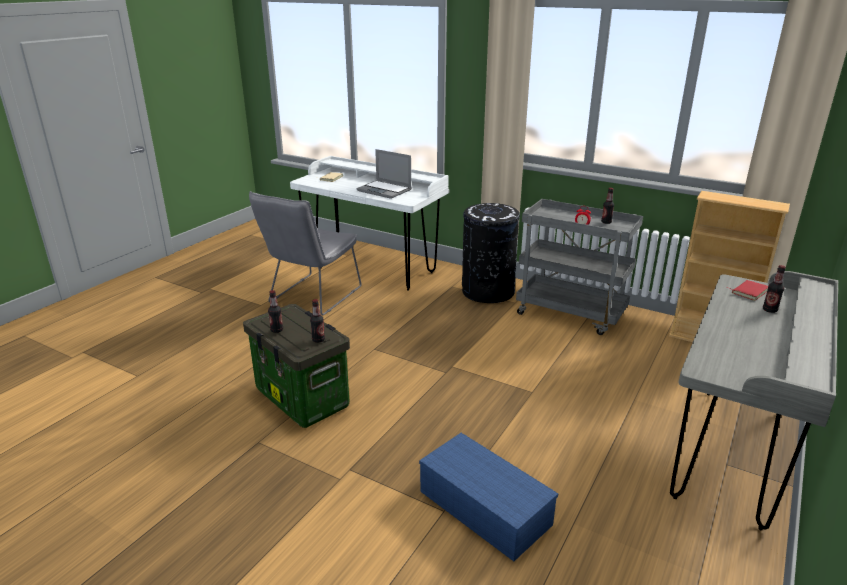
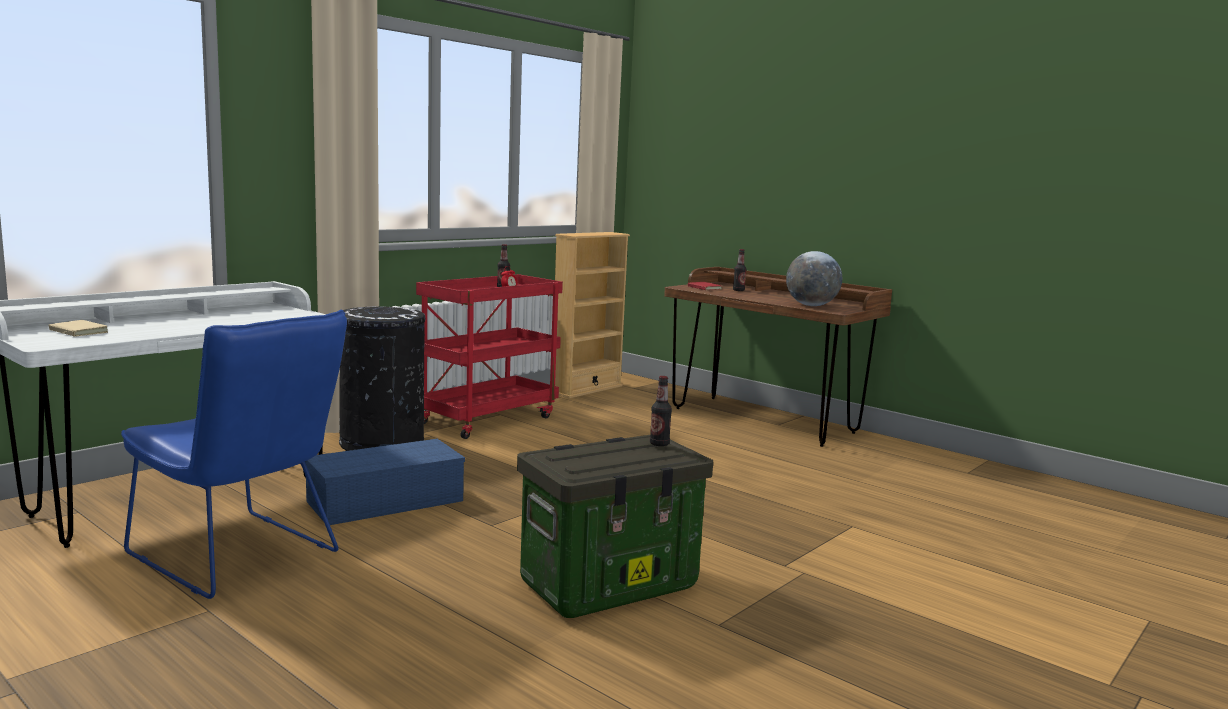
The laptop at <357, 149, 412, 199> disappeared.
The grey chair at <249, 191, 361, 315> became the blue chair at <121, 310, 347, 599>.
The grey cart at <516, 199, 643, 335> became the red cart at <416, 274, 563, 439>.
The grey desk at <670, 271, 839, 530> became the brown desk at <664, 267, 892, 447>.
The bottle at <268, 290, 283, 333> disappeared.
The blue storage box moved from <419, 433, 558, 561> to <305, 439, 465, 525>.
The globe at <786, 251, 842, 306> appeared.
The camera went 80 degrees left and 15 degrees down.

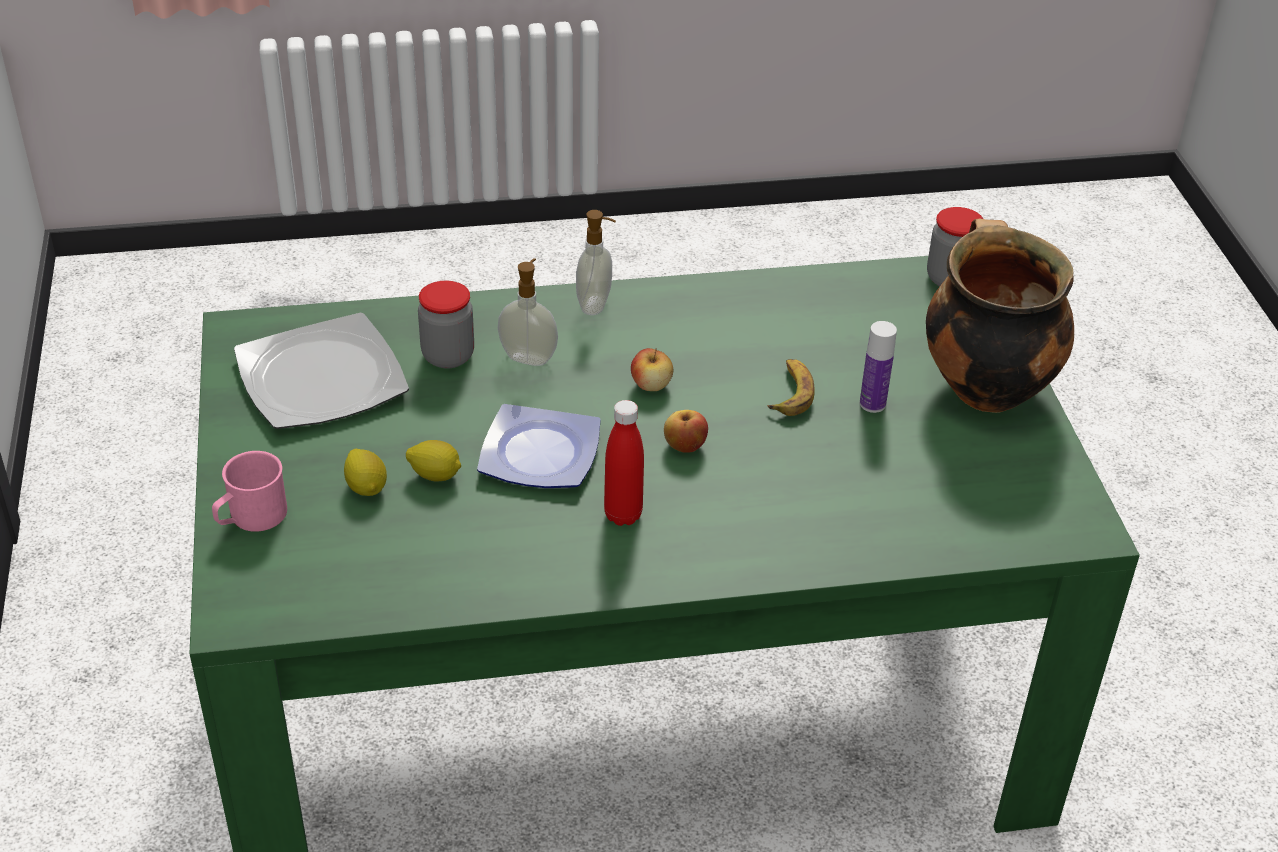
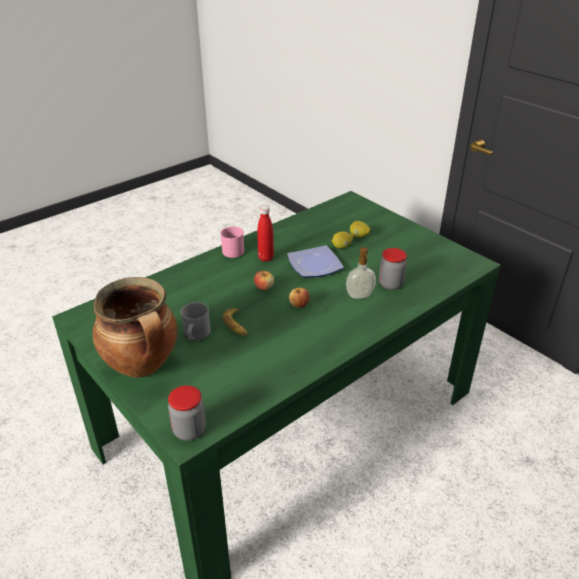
The soap dispenser at <576, 210, 616, 315> disappeared.
The plate at <234, 313, 409, 429> disappeared.
The bottle at <860, 321, 897, 413> was replaced by the grey mug at <181, 302, 210, 340>.
The pink mug moved from <212, 451, 287, 532> to <220, 227, 244, 258>.
The camera went 150 degrees right and 5 degrees down.

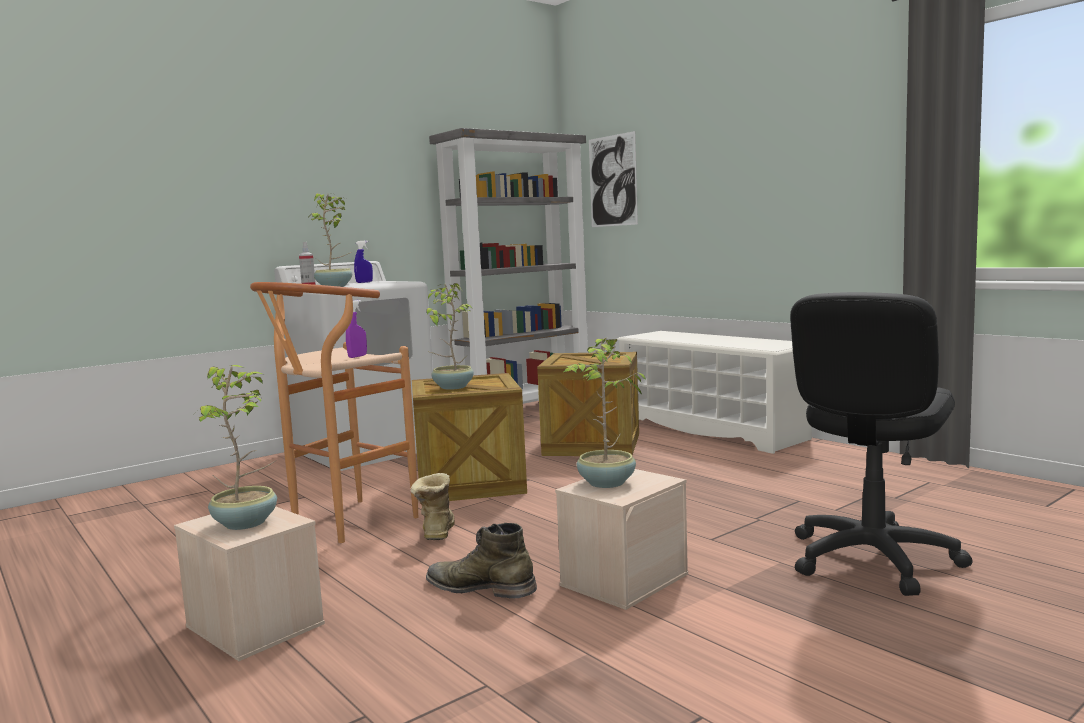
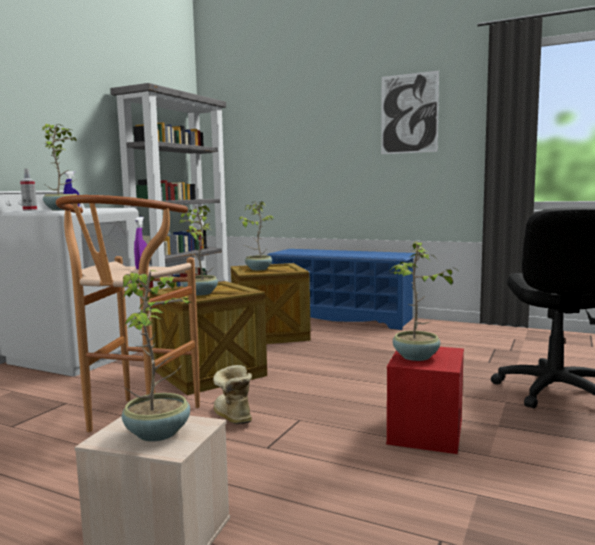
The picture moved from <589, 131, 638, 227> to <381, 71, 439, 154>.
The white shoe rack at <617, 331, 812, 454> became the blue shoe rack at <267, 249, 419, 330>.
The beige storage box at <555, 469, 688, 610> became the red storage box at <386, 347, 464, 454>.
The green boot at <426, 523, 537, 599> disappeared.
The potted plant at <239, 201, 274, 270> appeared.
The camera went 25 degrees left and 0 degrees up.

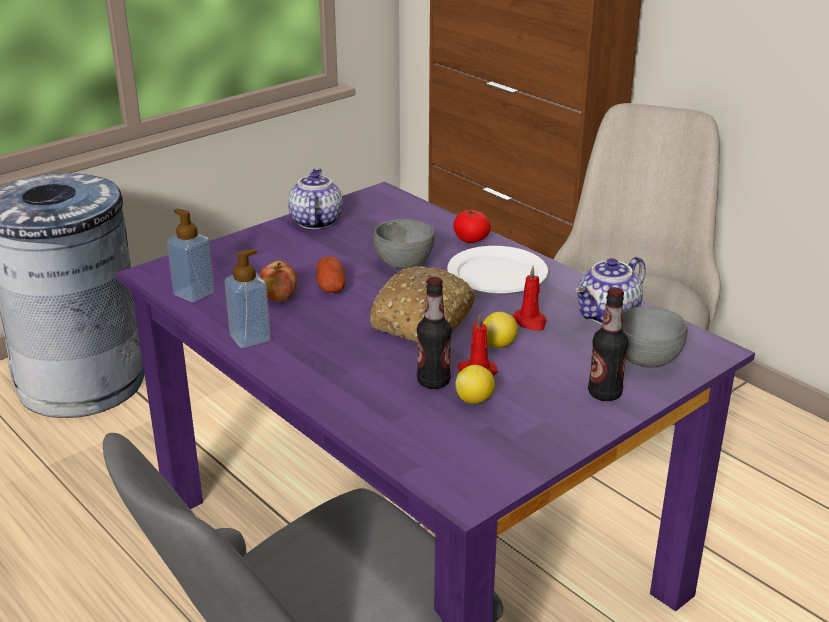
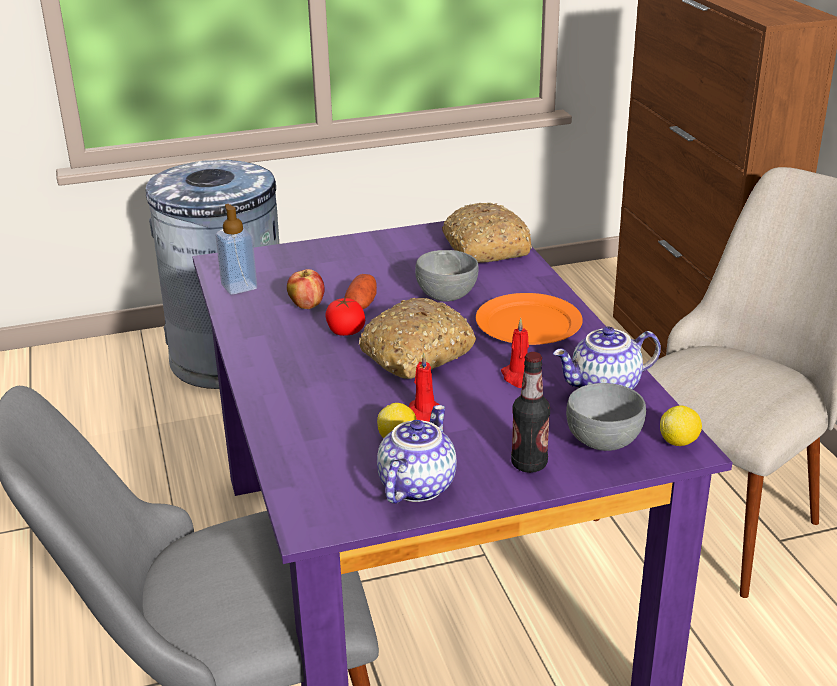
The teapot moved from <288, 168, 343, 229> to <377, 405, 457, 503>.
The tomato moved from <453, 209, 491, 243> to <325, 297, 365, 336>.
The white plate at <447, 246, 548, 293> became the orange plate at <476, 293, 583, 345>.
The soap dispenser at <224, 249, 271, 348> disappeared.
The bottle at <417, 277, 451, 389> disappeared.
The lemon moved from <483, 312, 518, 348> to <660, 405, 702, 446>.
The bread at <442, 203, 532, 263> appeared.
The camera went 25 degrees right and 0 degrees up.

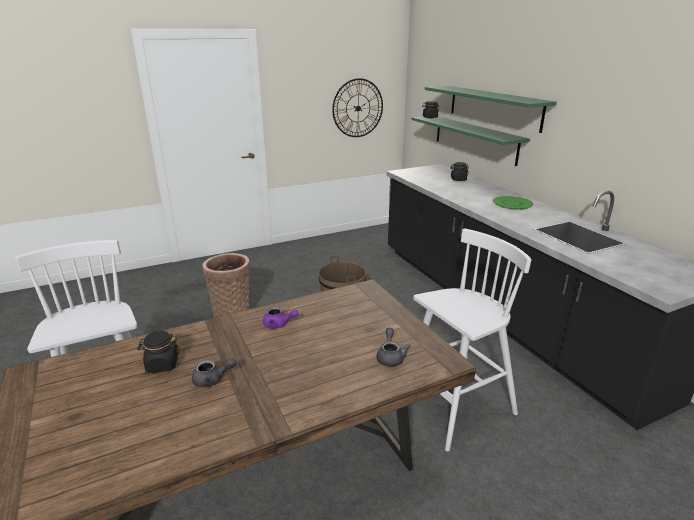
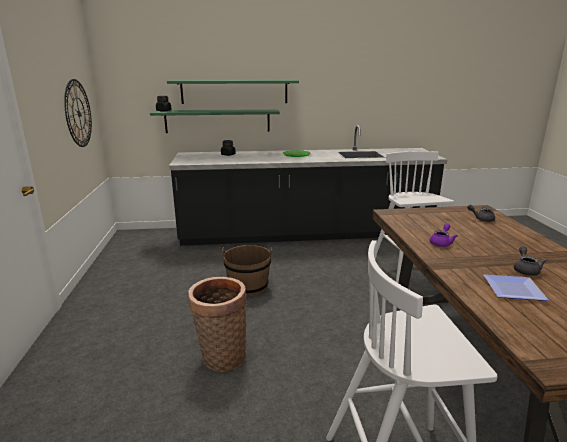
The black jar at <137, 331, 180, 373> was replaced by the plate at <484, 274, 549, 301>.
The camera went 70 degrees left and 5 degrees down.

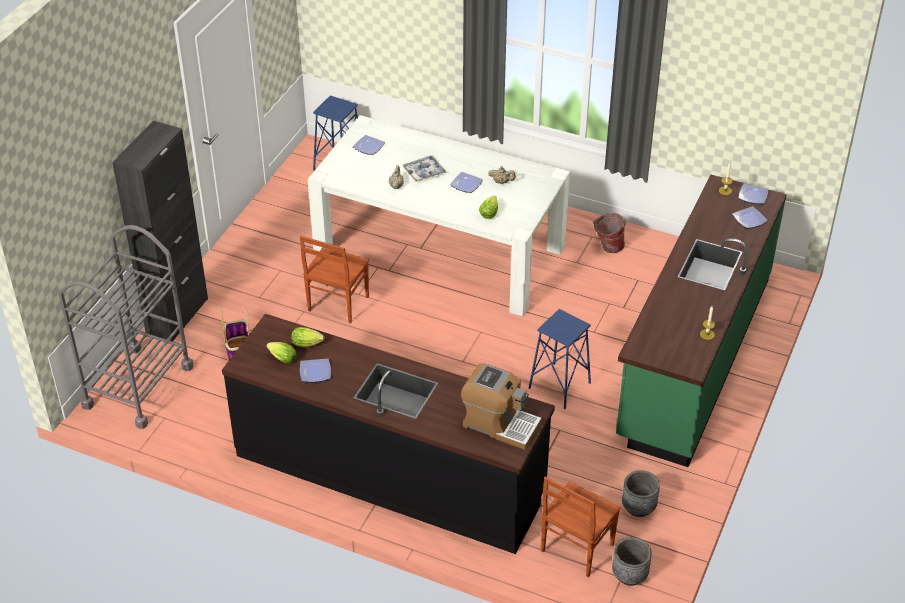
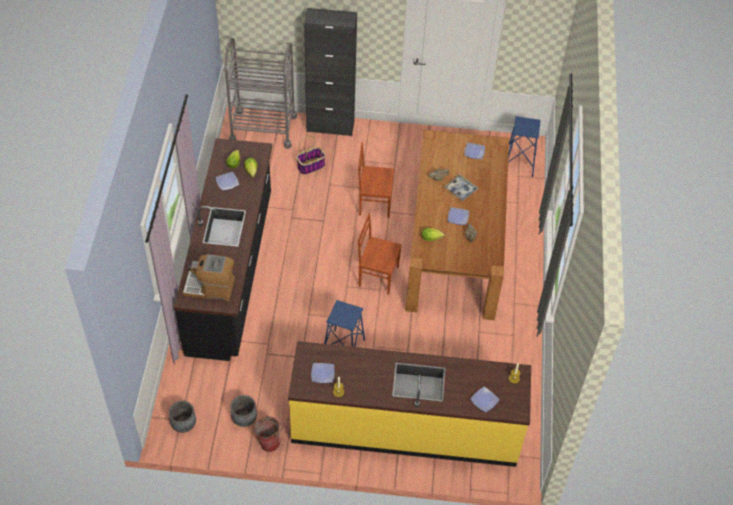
The white dining table at <308, 115, 570, 317> became the brown dining table at <406, 130, 509, 320>.
The green counter at <616, 175, 787, 467> became the yellow counter at <288, 341, 531, 467>.
The plate moved from <739, 184, 768, 204> to <311, 363, 334, 383>.
The bucket moved from <593, 213, 626, 253> to <253, 415, 282, 452>.
The coffee machine at <461, 363, 542, 450> turned 90 degrees clockwise.
The brown chair moved from <541, 477, 621, 577> to <358, 213, 402, 294>.
The camera went 70 degrees right and 10 degrees up.

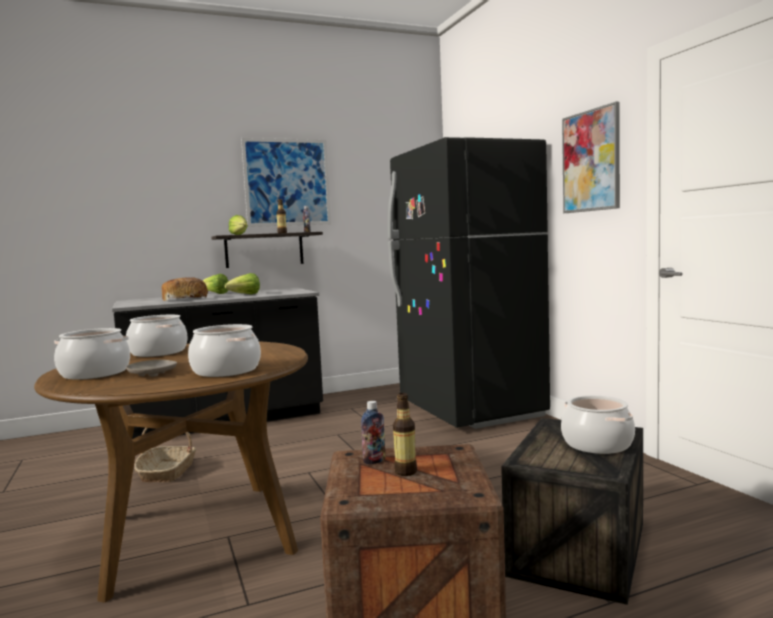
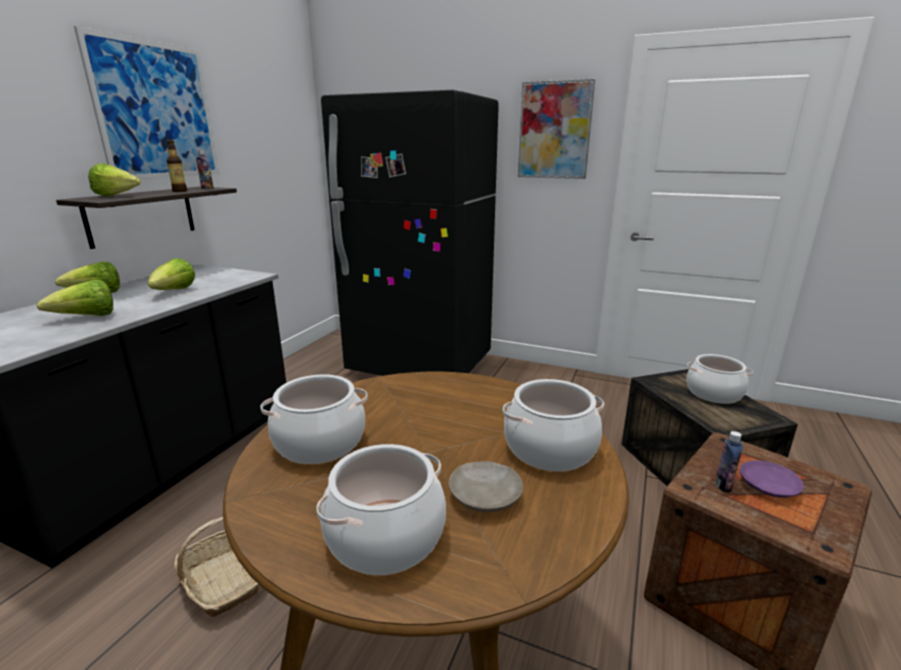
The bread at <162, 277, 208, 301> was replaced by the lettuce at <37, 280, 113, 316>.
The bottle at <393, 393, 417, 476> was replaced by the purple plate at <740, 460, 804, 498>.
The camera went 45 degrees left and 15 degrees up.

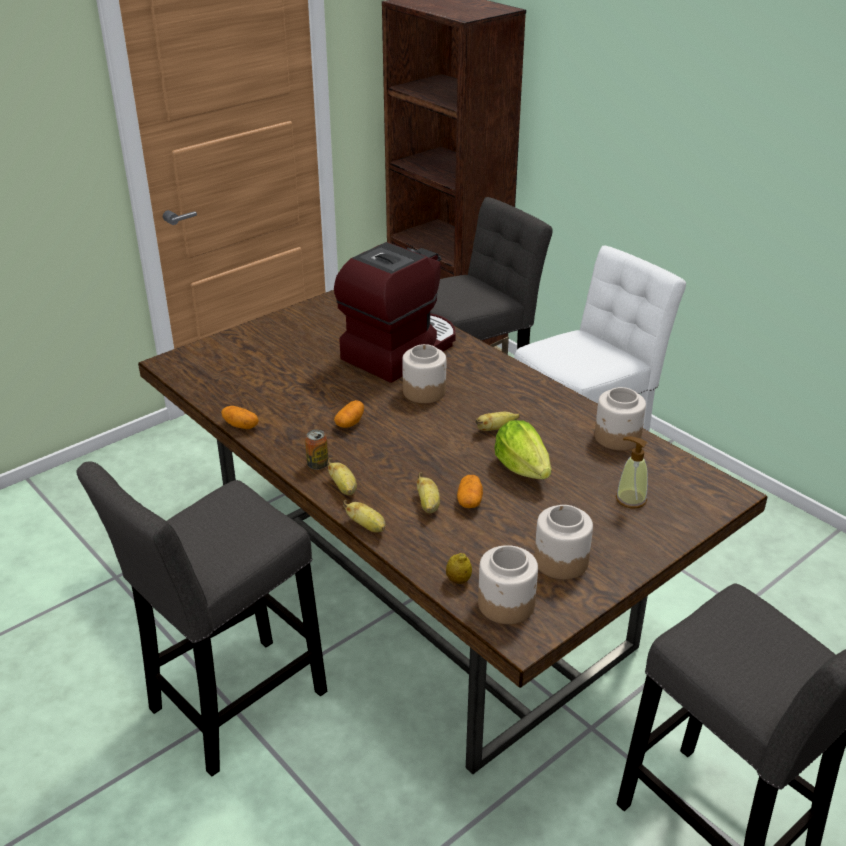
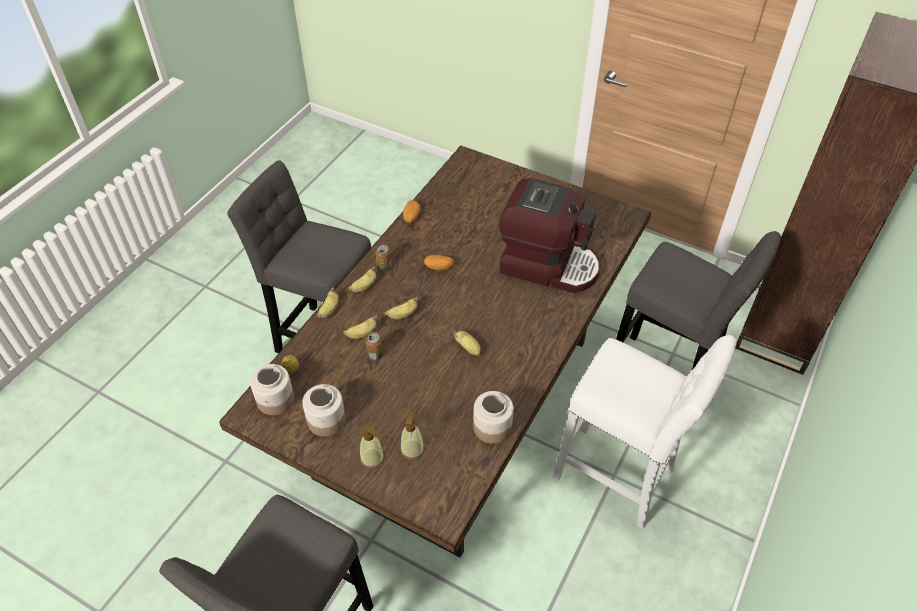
The jar at <402, 344, 446, 403> disappeared.
The lettuce at <494, 420, 551, 479> disappeared.
The potato at <457, 475, 483, 508> was replaced by the can at <365, 332, 383, 360>.
The banana at <385, 297, 418, 319> appeared.
The soap dispenser at <360, 424, 384, 469> appeared.
The camera went 70 degrees right and 15 degrees up.

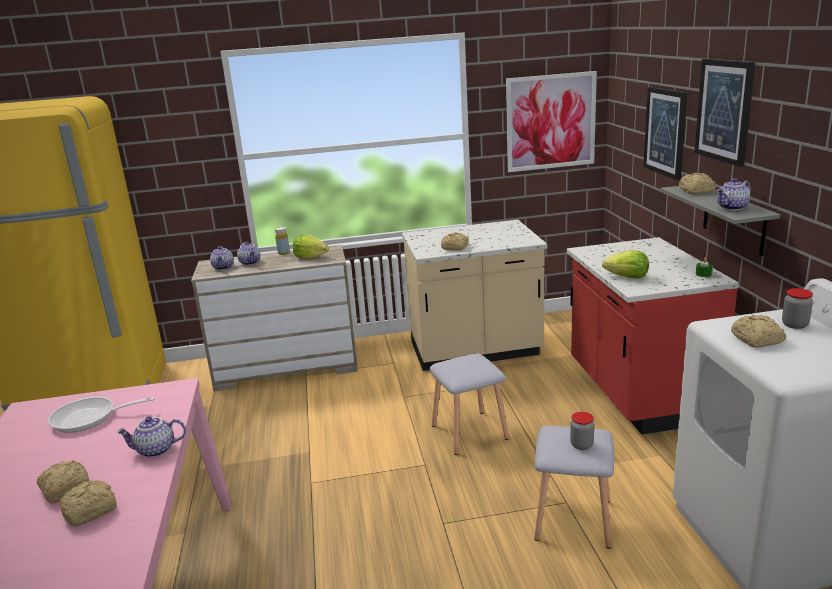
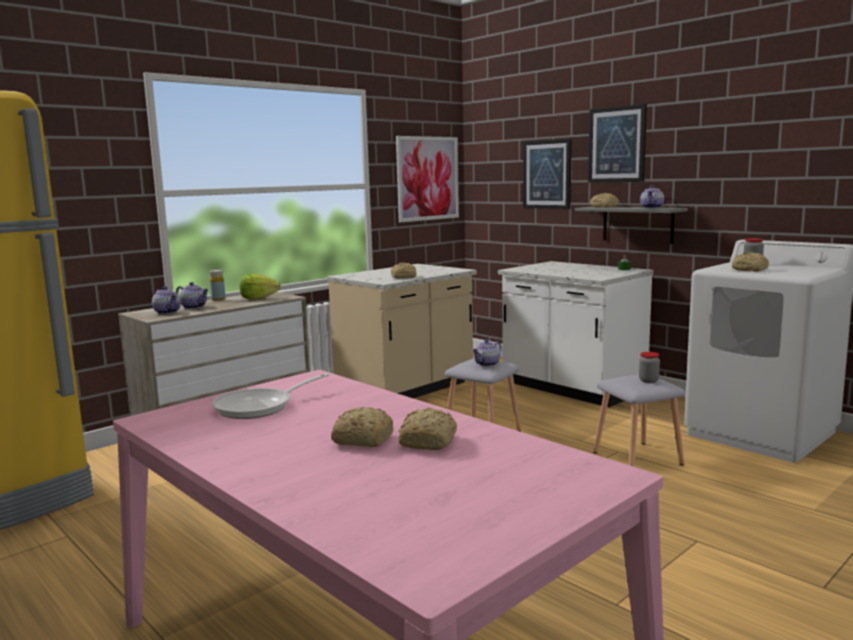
The red counter at <567, 237, 739, 435> became the white counter at <498, 261, 654, 407>.
The lettuce at <602, 250, 649, 279> disappeared.
The teapot moved from <116, 416, 186, 458> to <472, 339, 502, 367>.
The camera went 35 degrees left and 10 degrees down.

